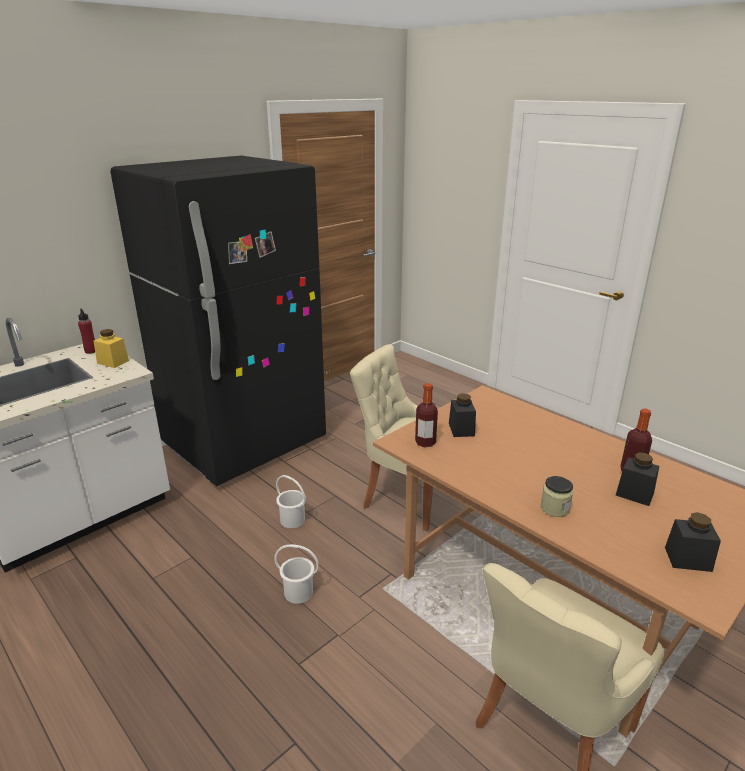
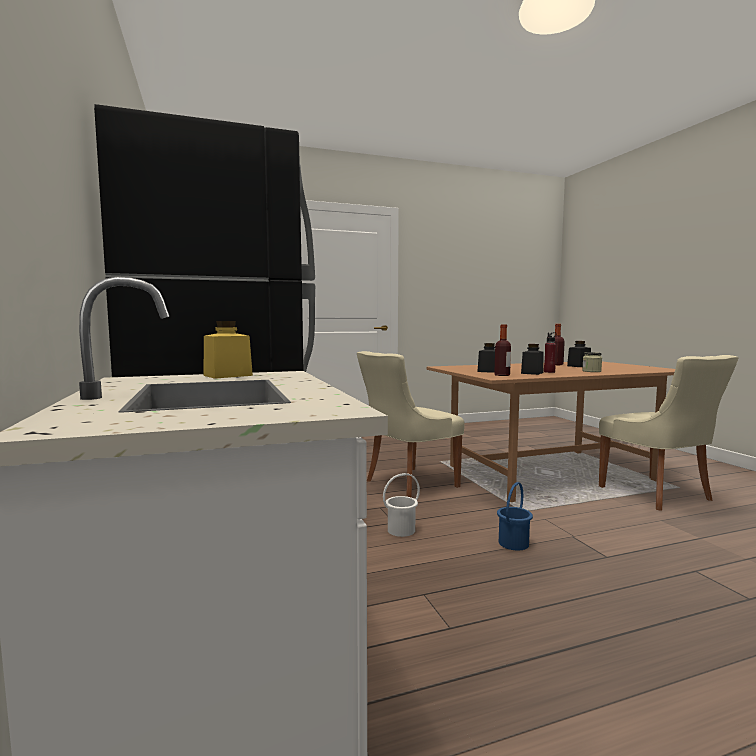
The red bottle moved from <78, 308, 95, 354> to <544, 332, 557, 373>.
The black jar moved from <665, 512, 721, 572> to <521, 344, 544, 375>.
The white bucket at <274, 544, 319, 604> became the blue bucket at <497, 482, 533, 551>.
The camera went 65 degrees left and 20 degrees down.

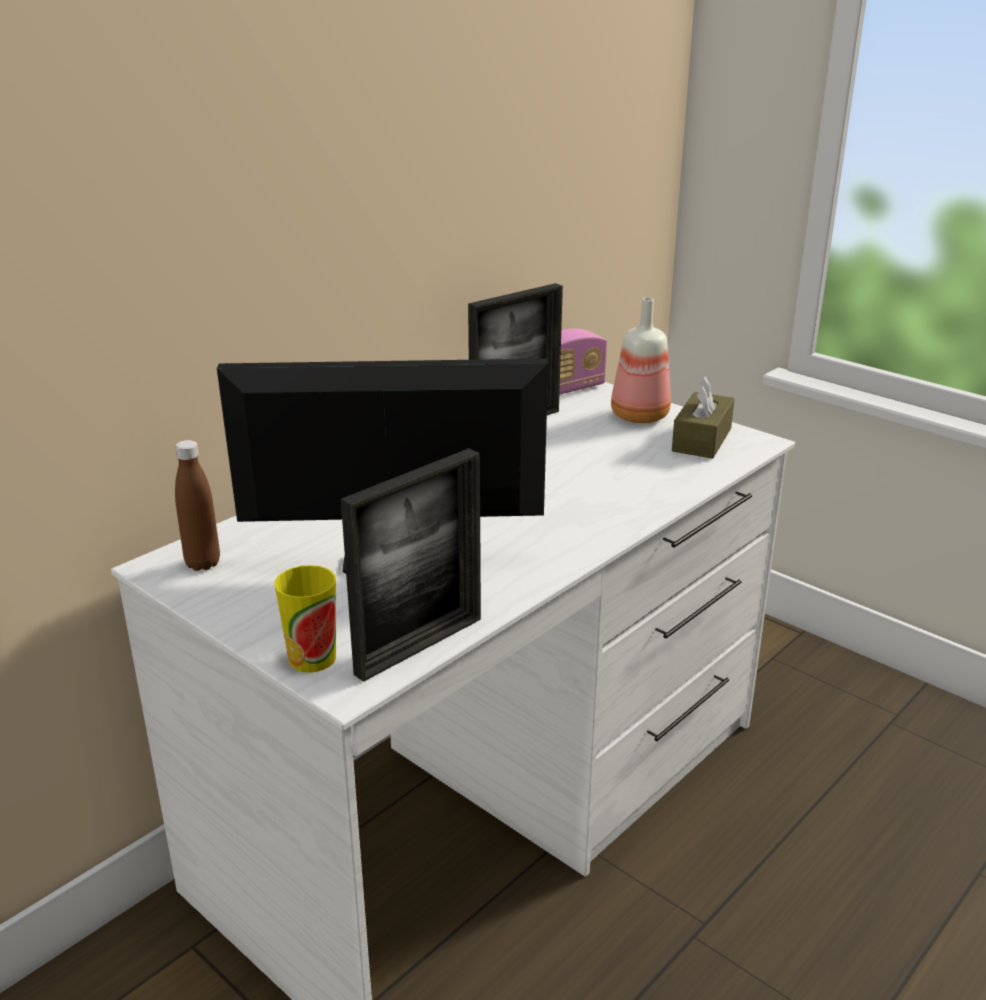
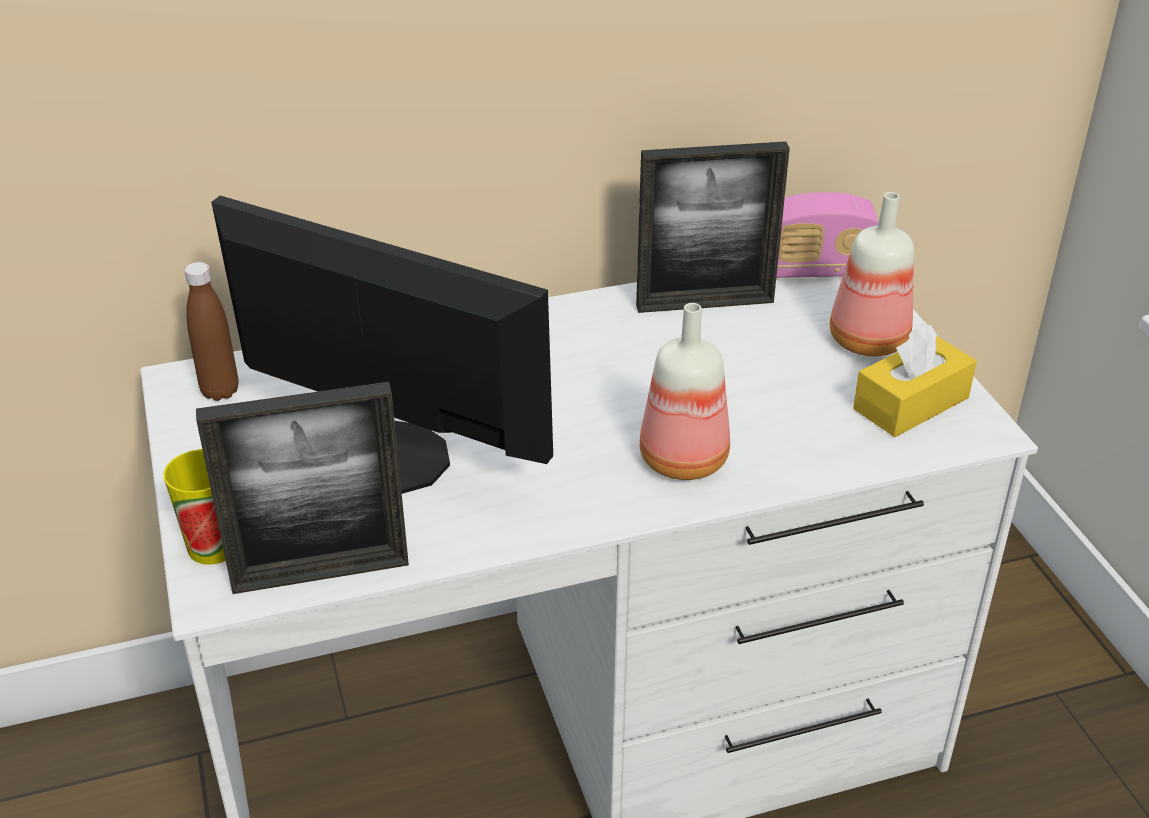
The brown tissue box at <672, 376, 734, 459> became the yellow tissue box at <853, 324, 977, 437>.
The bottle at <639, 303, 730, 480> appeared.
The camera went 30 degrees right and 10 degrees up.

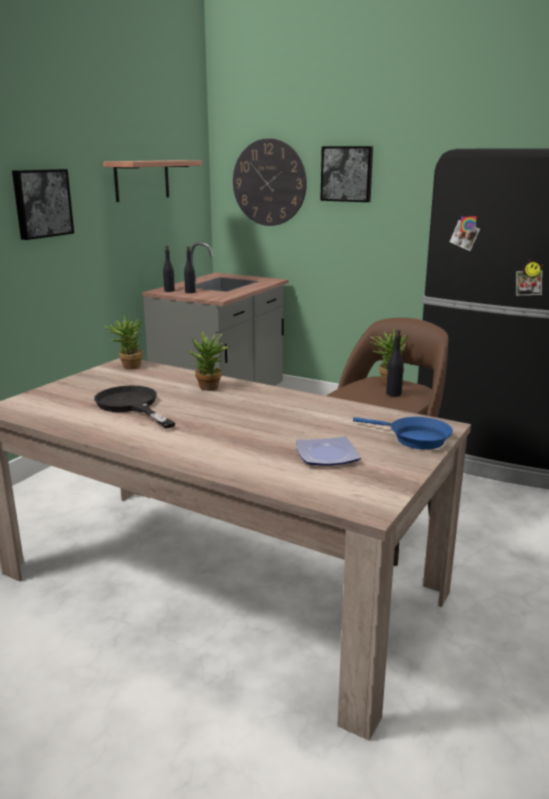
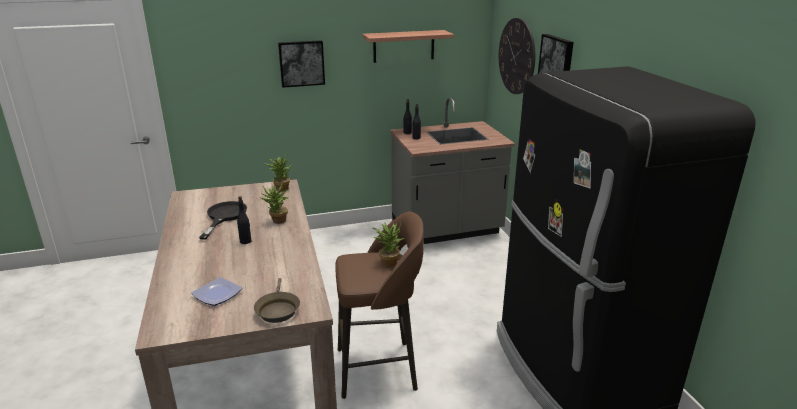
The black bottle moved from <386, 329, 404, 396> to <237, 196, 251, 244>.
The blue frying pan at <353, 417, 453, 450> became the brown frying pan at <254, 278, 300, 323>.
The camera went 45 degrees right and 5 degrees up.

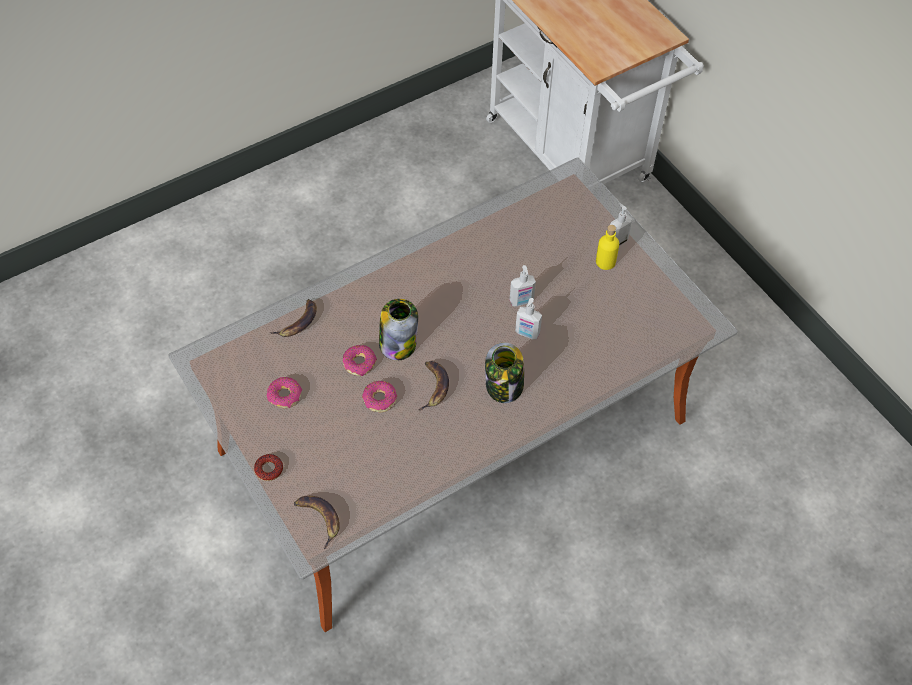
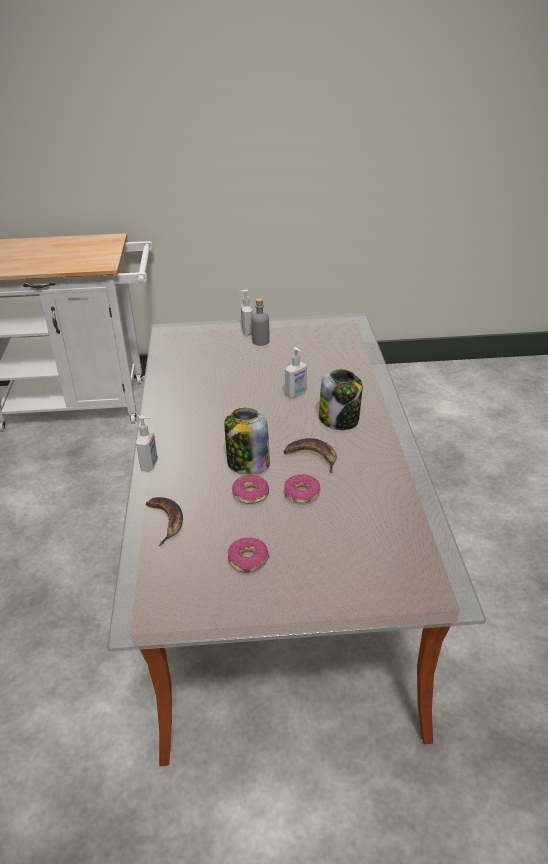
The yellow bottle at <596, 225, 619, 270> became the grey bottle at <251, 298, 270, 346>.
The soap dispenser moved from <509, 265, 536, 307> to <136, 416, 158, 472>.
The donut at <254, 454, 283, 481> disappeared.
The banana at <294, 496, 340, 549> disappeared.
The camera went 60 degrees left and 20 degrees down.

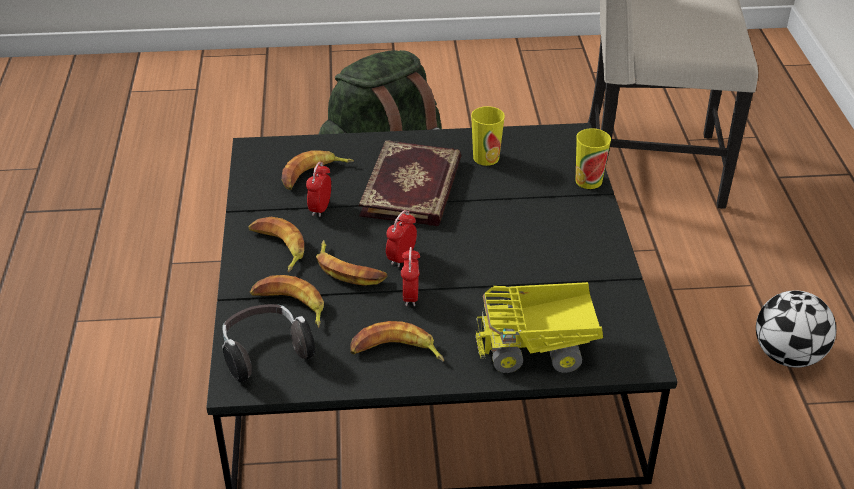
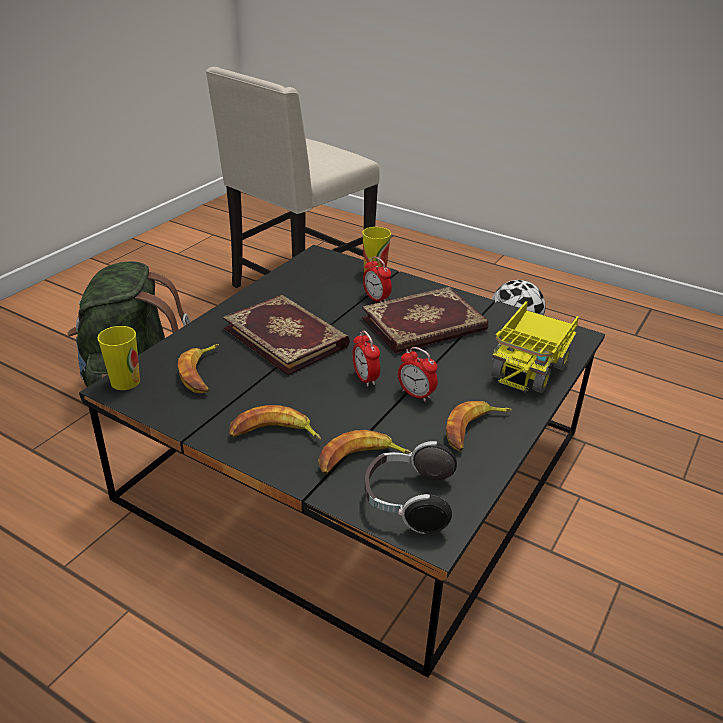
The cup moved from <471, 106, 505, 166> to <97, 326, 140, 390>.
The alarm clock moved from <306, 162, 331, 217> to <363, 256, 392, 302>.
The banana at <316, 240, 388, 286> disappeared.
The book at <362, 287, 488, 353> appeared.
The camera went 55 degrees left and 5 degrees down.

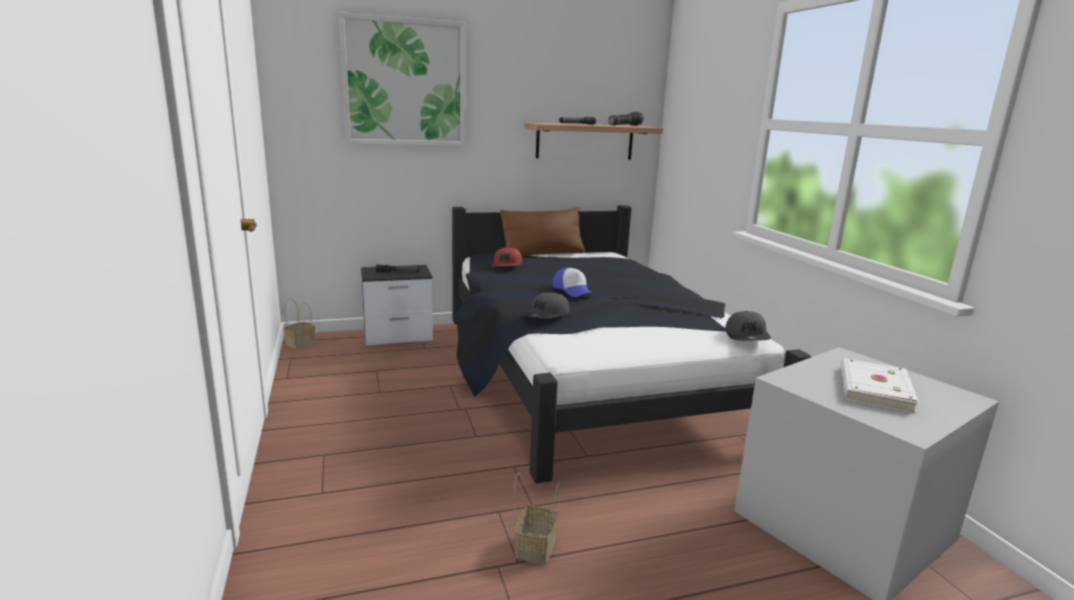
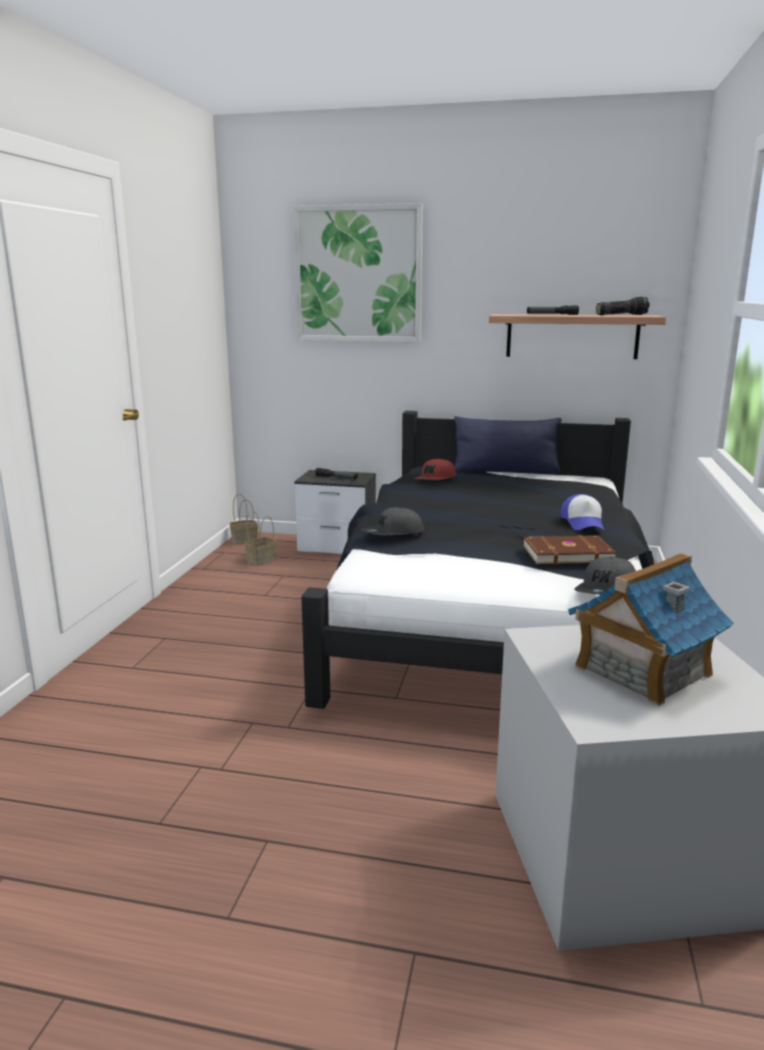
The brown pillow at <500, 207, 585, 256> became the blue pillow at <454, 416, 562, 475>.
The cap moved from <553, 267, 593, 297> to <561, 494, 604, 530>.
The white book at <841, 358, 919, 413> was replaced by the toy house at <568, 553, 734, 706>.
The basket moved from <514, 473, 561, 565> to <245, 511, 277, 566>.
The brown book at <523, 535, 617, 565> appeared.
The camera went 30 degrees right and 0 degrees up.

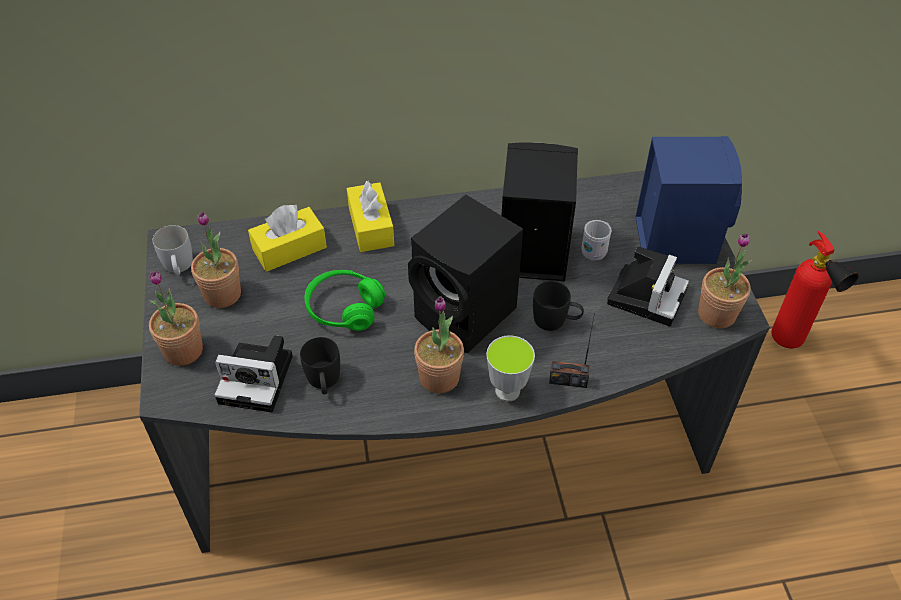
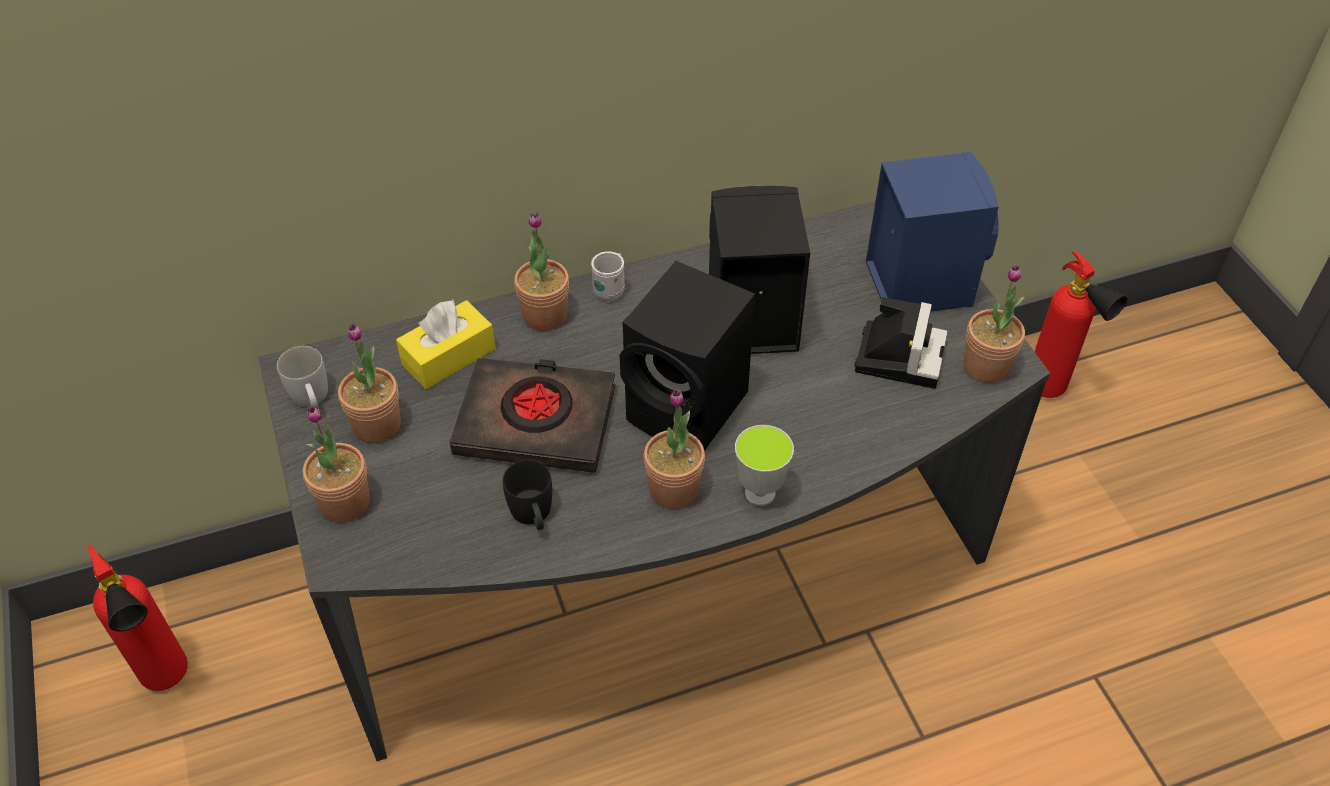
The yellow tissue box at <347, 181, 394, 252> was replaced by the potted plant at <514, 212, 569, 331>.
The white mug moved from <581, 220, 612, 261> to <591, 251, 625, 301>.
The green headphones at <305, 270, 385, 331> was replaced by the black book at <450, 358, 616, 473>.
The black mug at <533, 281, 584, 331> disappeared.
The radio at <549, 313, 595, 388> disappeared.
The photo camera at <214, 335, 293, 412> disappeared.
The fire extinguisher at <88, 544, 188, 691> appeared.
The camera went 10 degrees left and 0 degrees up.

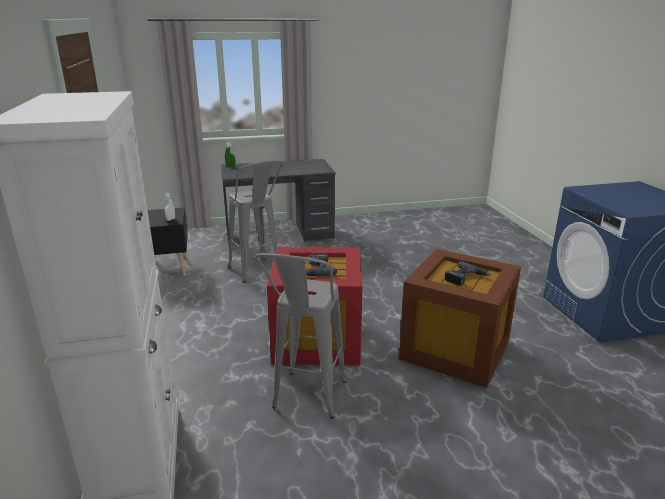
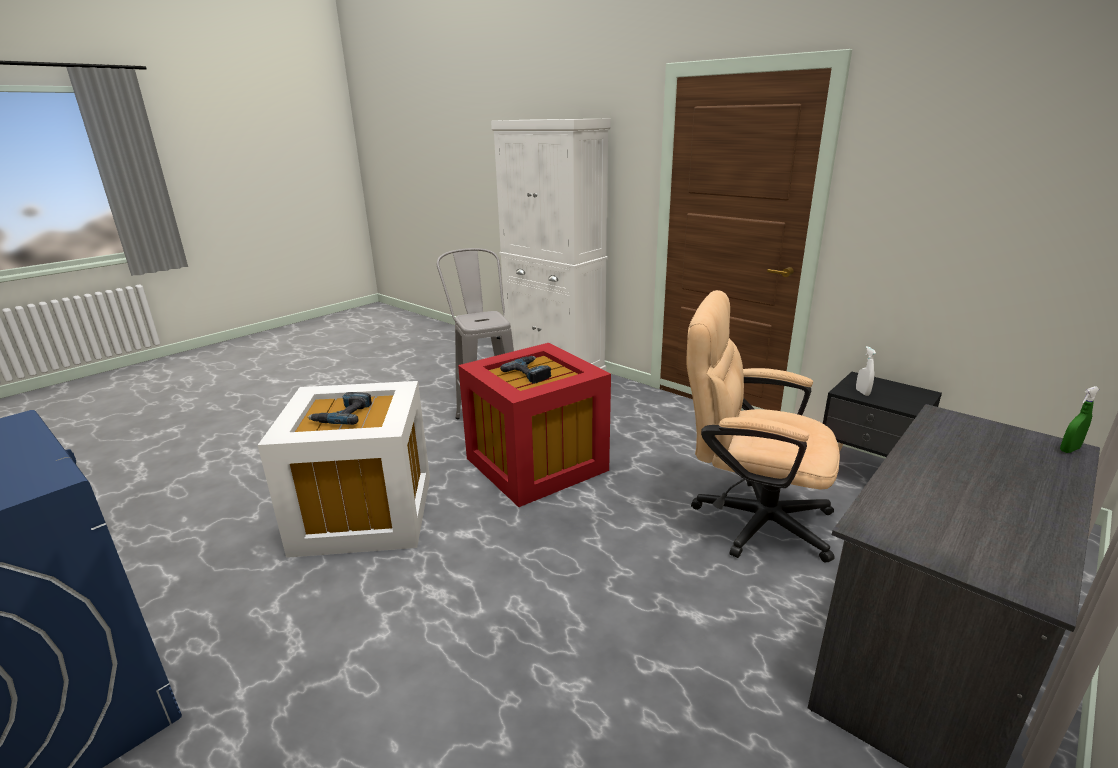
The grey stool at <229, 160, 283, 282> was replaced by the beige office chair at <686, 290, 840, 562>.
The brown storage box at <399, 249, 521, 388> became the white storage box at <258, 381, 430, 558>.
The camera went 145 degrees right and 0 degrees up.

